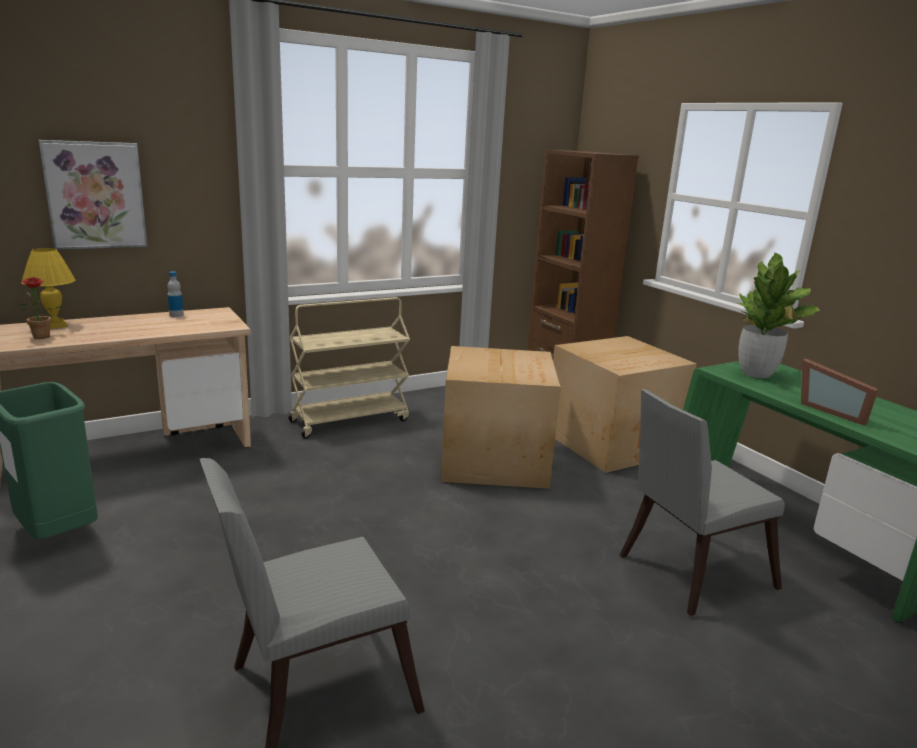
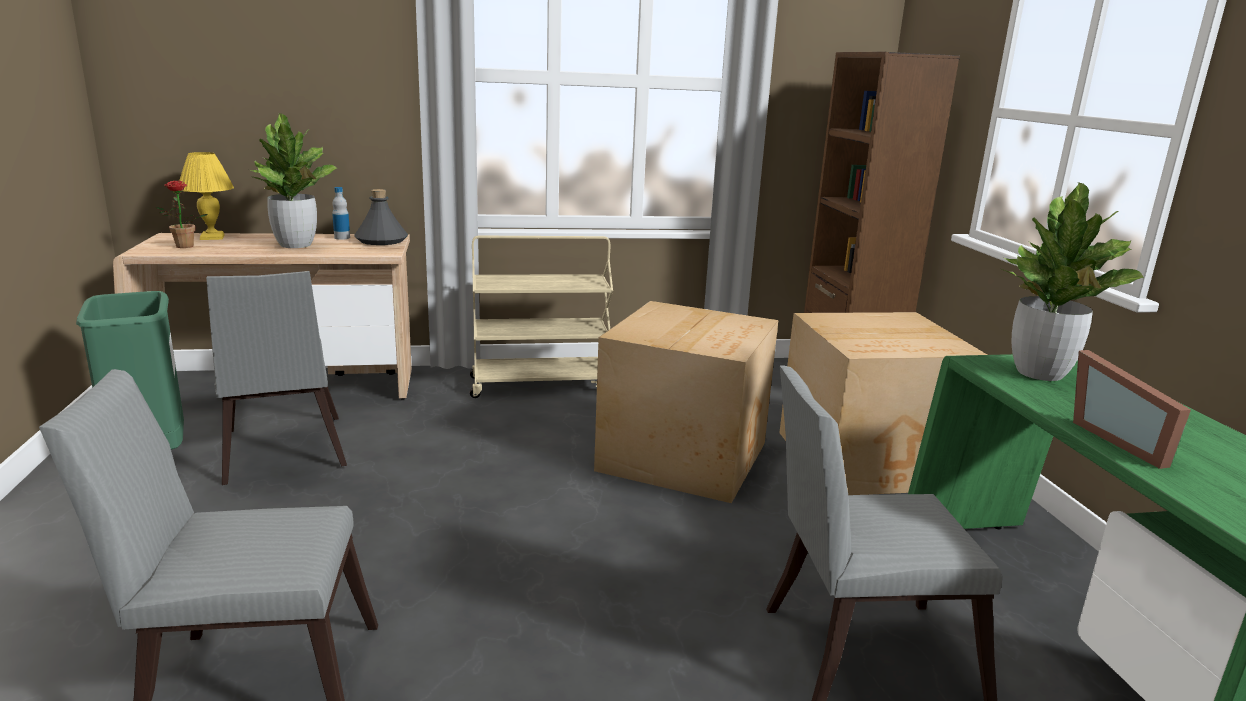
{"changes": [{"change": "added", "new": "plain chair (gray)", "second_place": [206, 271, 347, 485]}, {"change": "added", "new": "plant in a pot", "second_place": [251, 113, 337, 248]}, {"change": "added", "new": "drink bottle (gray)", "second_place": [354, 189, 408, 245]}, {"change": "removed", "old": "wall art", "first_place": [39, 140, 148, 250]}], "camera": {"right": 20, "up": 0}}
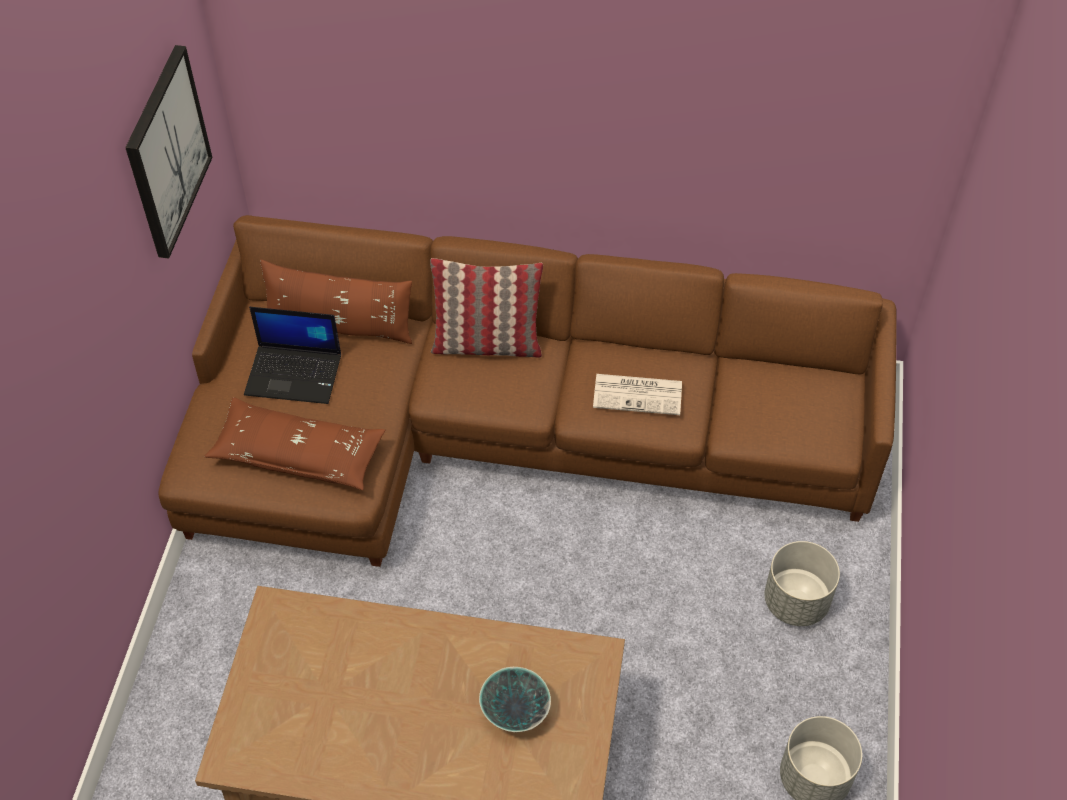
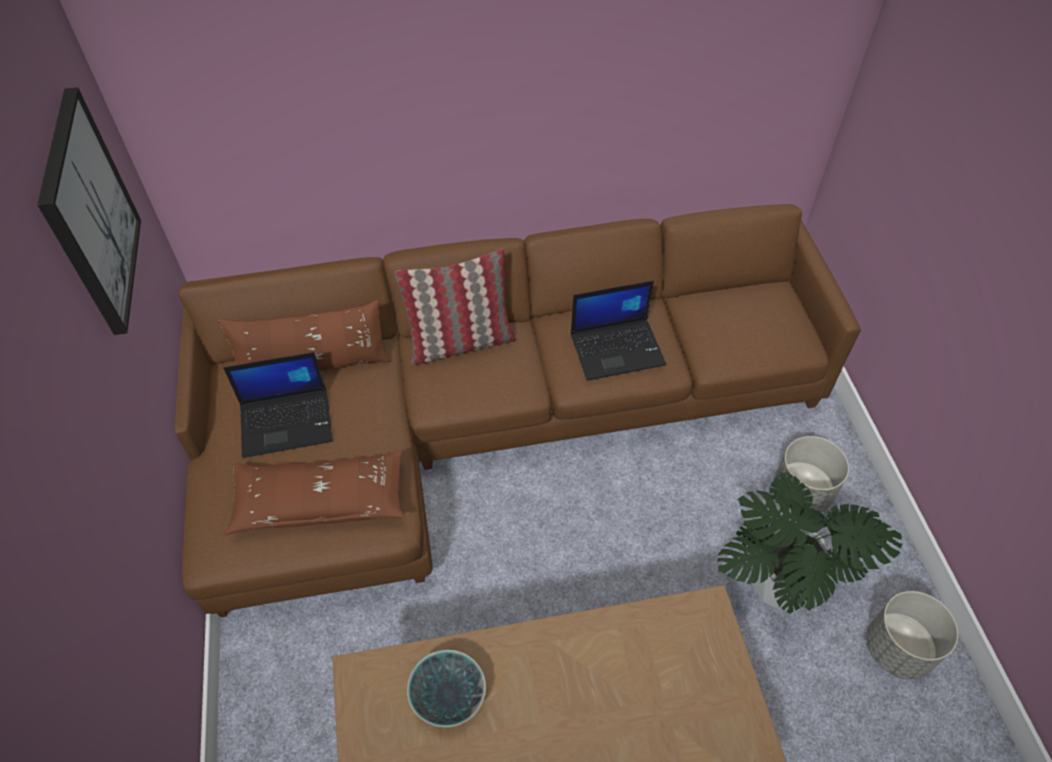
{"changes": [{"change": "moved", "old": "serving bowl", "first_place": [479, 667, 551, 732], "second_place": [407, 650, 486, 727]}, {"change": "replaced", "old": "daily paper", "new": "laptop", "first_place": [593, 374, 682, 415], "second_place": [571, 280, 666, 381]}, {"change": "added", "new": "plant in a pot", "second_place": [717, 473, 902, 613]}], "camera": {"right": -20, "up": 0}}
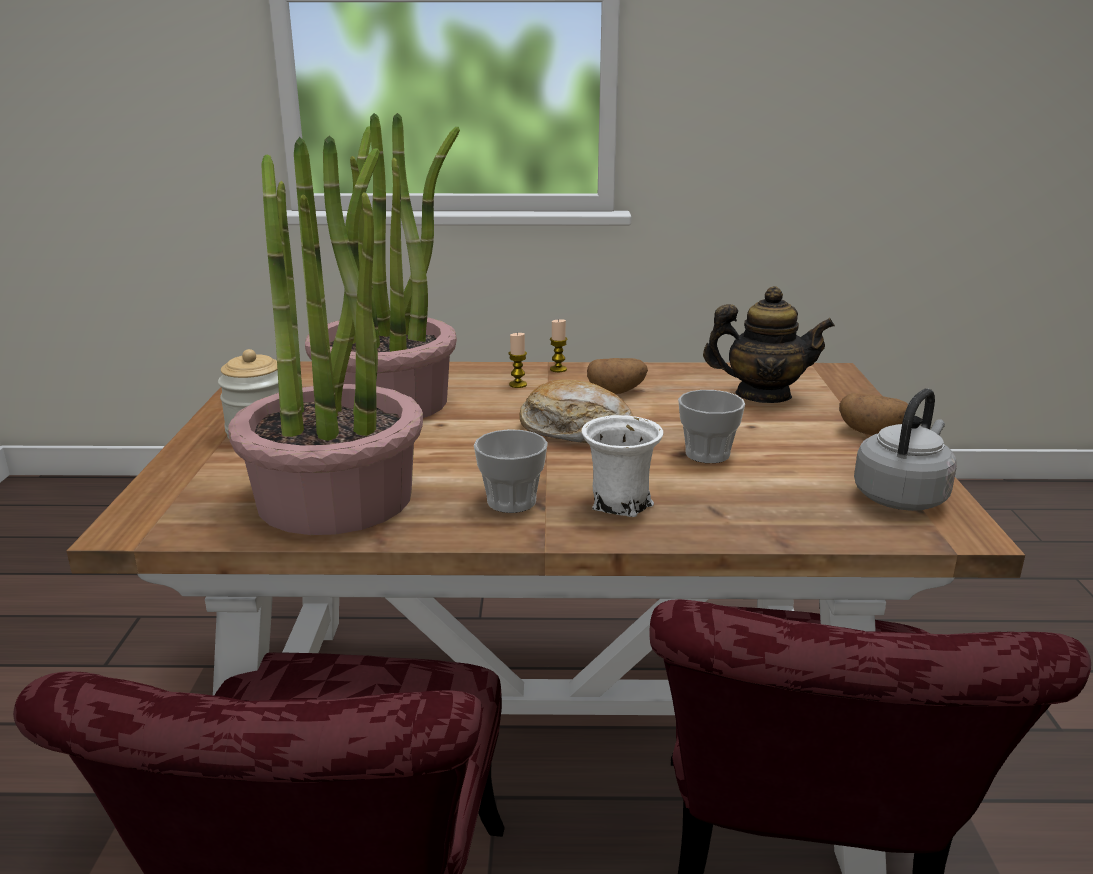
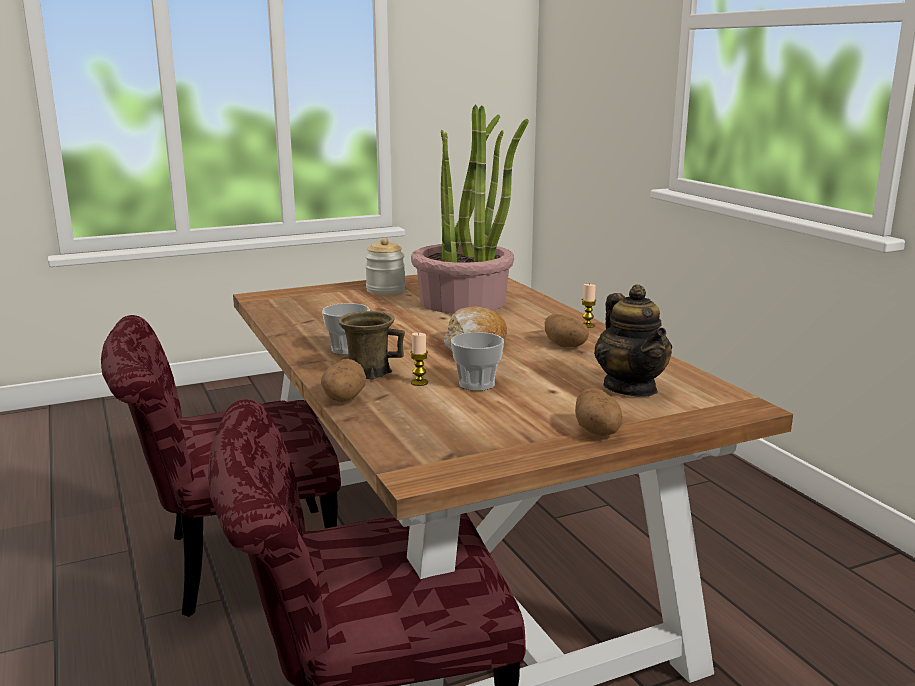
{"changes": [{"change": "added", "new": "whole potato", "second_place": [321, 359, 366, 402]}, {"change": "recoloured", "old": "tea mug (whitish)", "new": "tea mug (brown-coloured)", "first_place": [582, 415, 663, 517], "second_place": [338, 311, 405, 380]}, {"change": "moved", "old": "wax candle", "first_place": [509, 332, 527, 388], "second_place": [410, 333, 428, 386]}, {"change": "removed", "old": "plant in a pot", "first_place": [228, 135, 423, 535]}, {"change": "removed", "old": "tea kettle (gray)", "first_place": [854, 388, 957, 511]}], "camera": {"right": 65, "up": -5}}
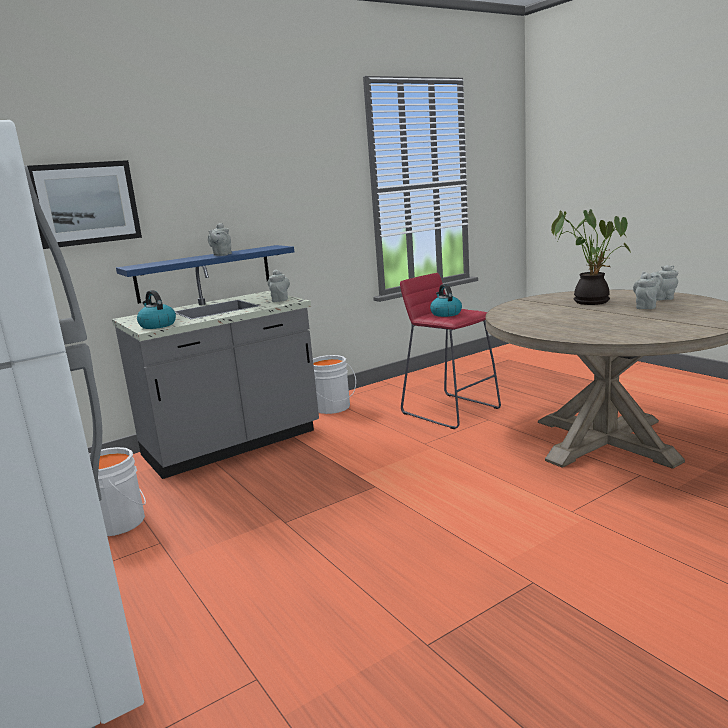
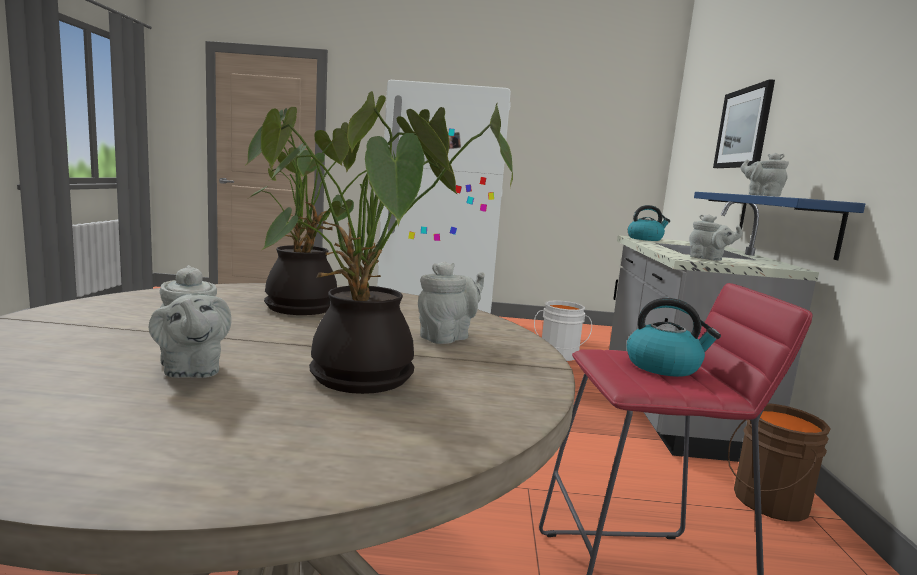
{"changes": [{"change": "added", "new": "plant in a pot", "second_place": [245, 108, 396, 315]}, {"change": "moved", "old": "tea pot (gray)", "first_place": [641, 265, 678, 300], "second_place": [418, 261, 485, 344]}, {"change": "recoloured", "old": "pail (whitish)", "new": "pail (brown-coloured)", "first_place": [313, 355, 356, 414], "second_place": [728, 404, 831, 521]}], "camera": {"right": 125, "up": -5}}
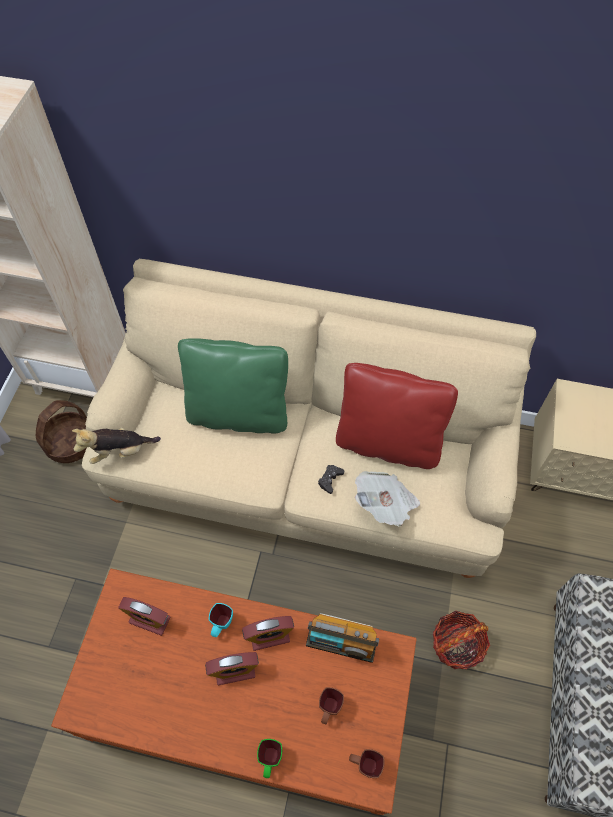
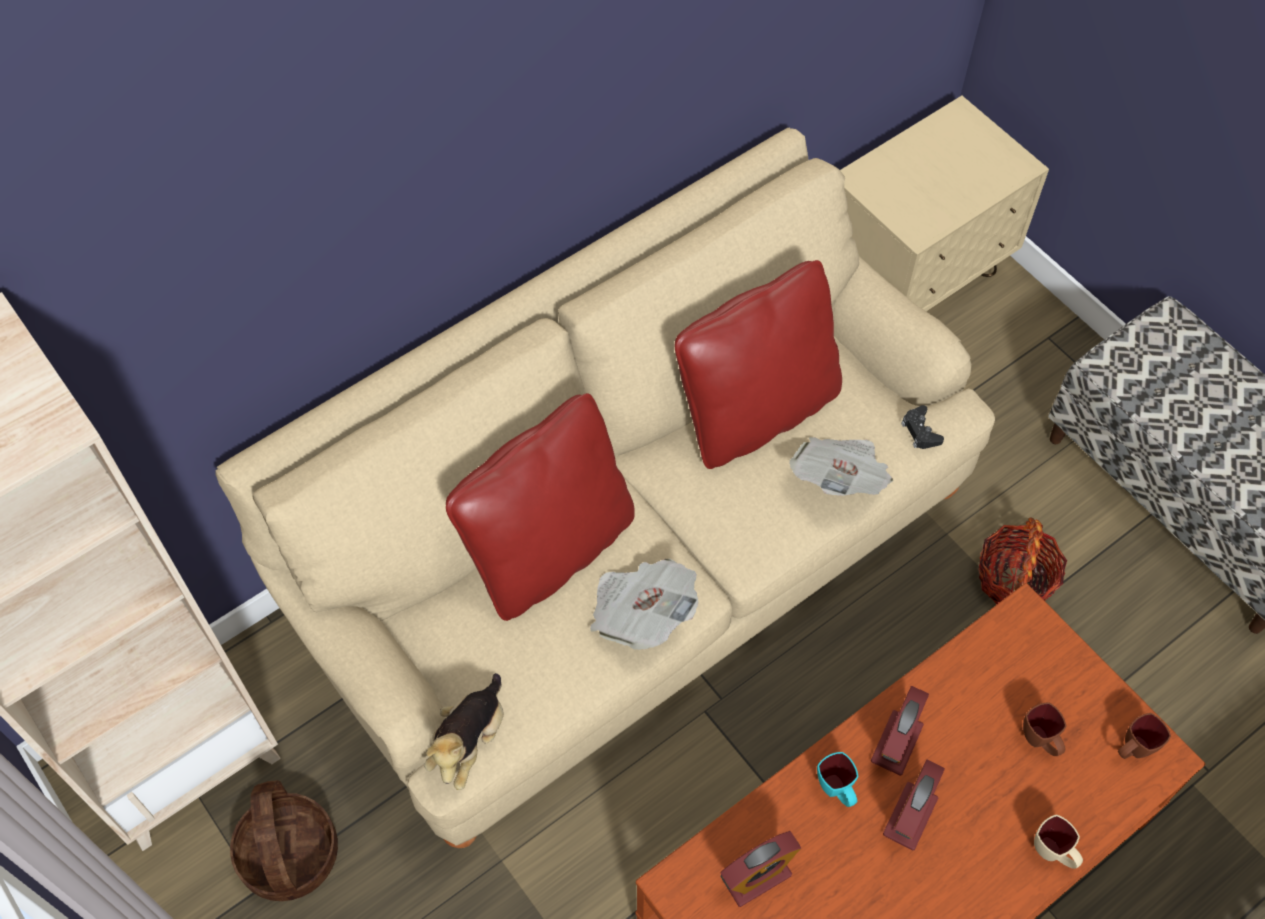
{"changes": [{"change": "recoloured", "old": "pillow (green)", "new": "pillow (red-coloured)", "first_place": [178, 338, 288, 434], "second_place": [446, 393, 635, 621]}, {"change": "added", "new": "daily paper", "second_place": [590, 559, 698, 650]}, {"change": "moved", "old": "joypad (blackish)", "first_place": [318, 465, 344, 494], "second_place": [901, 405, 944, 449]}, {"change": "recoloured", "old": "tea mug (green)", "new": "tea mug (sand-coloured)", "first_place": [257, 739, 282, 778], "second_place": [1034, 815, 1083, 869]}, {"change": "removed", "old": "radio set", "first_place": [306, 613, 379, 663]}], "camera": {"right": -50, "up": 0}}
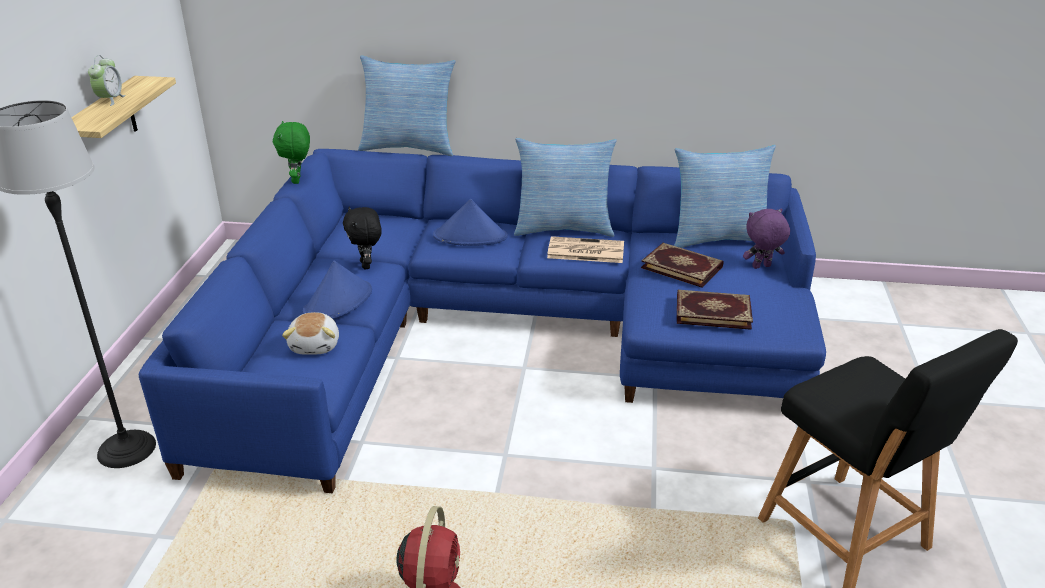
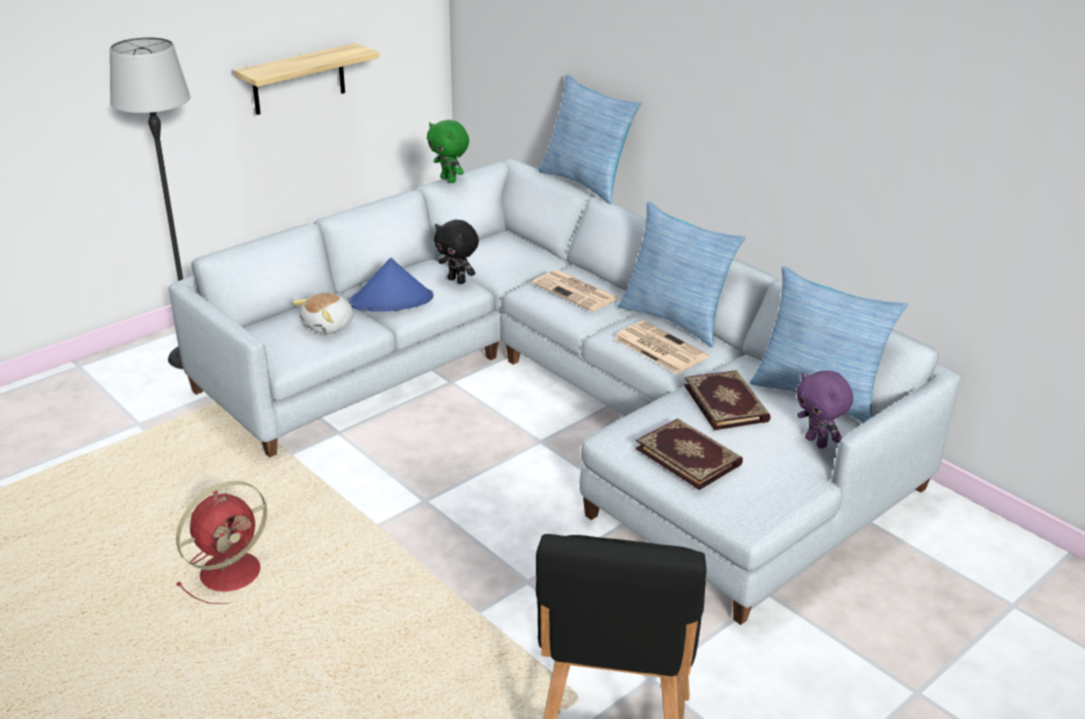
{"changes": [{"change": "recoloured", "old": "couch (bluish)", "new": "couch (gray)", "first_place": [139, 149, 826, 493], "second_place": [169, 159, 960, 625]}, {"change": "turned", "old": "cuddly toy (green)", "first_place": [273, 121, 310, 184], "second_place": [427, 120, 469, 183], "degrees": -75}, {"change": "turned", "old": "cuddly toy (blackish)", "first_place": [343, 207, 382, 269], "second_place": [434, 220, 479, 284], "degrees": -75}, {"change": "replaced", "old": "clothing hat (bluish)", "new": "daily paper", "first_place": [433, 199, 508, 246], "second_place": [532, 270, 619, 312]}, {"change": "turned", "old": "cuddly toy (purple-coloured)", "first_place": [743, 208, 790, 269], "second_place": [796, 370, 853, 449], "degrees": -150}, {"change": "removed", "old": "alarm clock", "first_place": [88, 55, 126, 106]}], "camera": {"right": 40, "up": 0}}
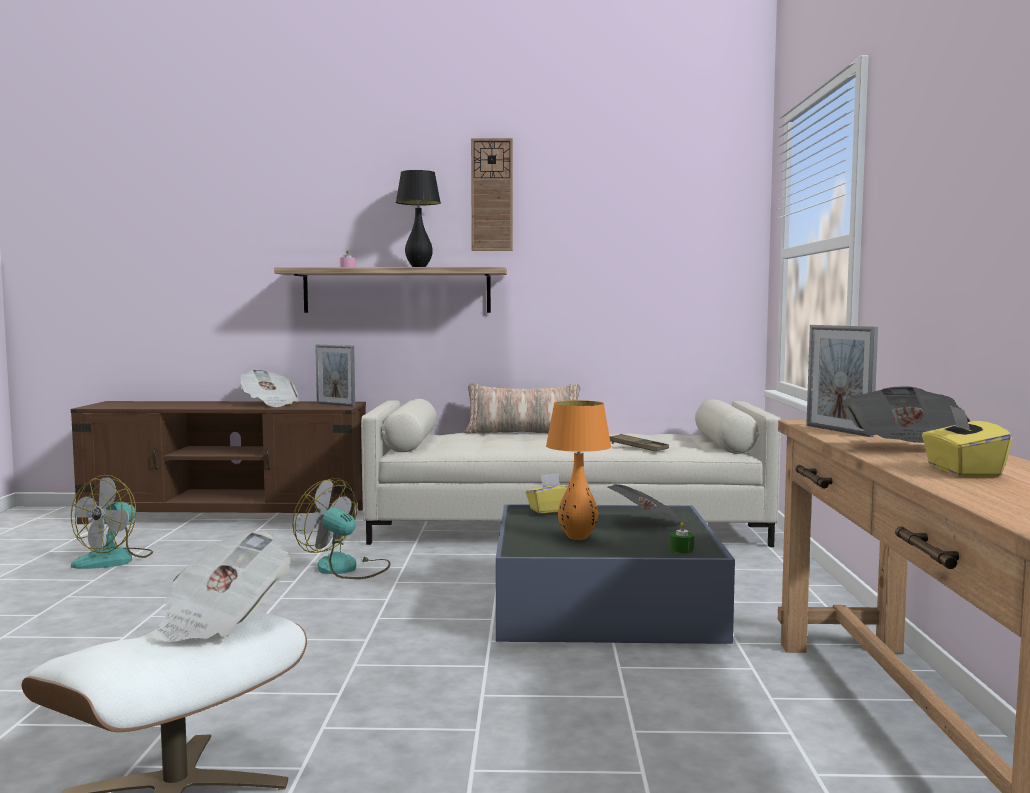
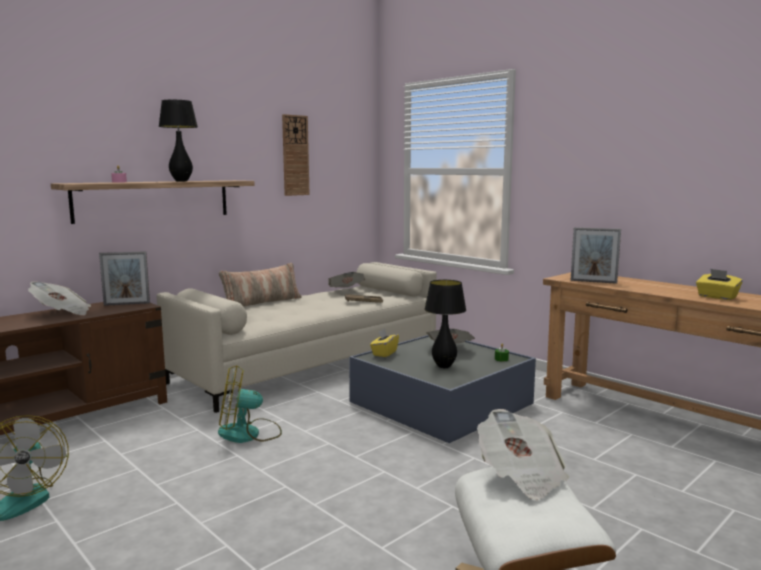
{"changes": [{"change": "moved", "old": "hanging clock", "first_place": [471, 138, 513, 251], "second_place": [282, 114, 309, 196]}, {"change": "moved", "old": "daily paper", "first_place": [841, 386, 970, 443], "second_place": [328, 272, 365, 288]}, {"change": "recoloured", "old": "lamp for a table (orangey)", "new": "lamp for a table (blackish)", "first_place": [546, 400, 611, 540], "second_place": [424, 280, 466, 368]}], "camera": {"right": -45, "up": 5}}
